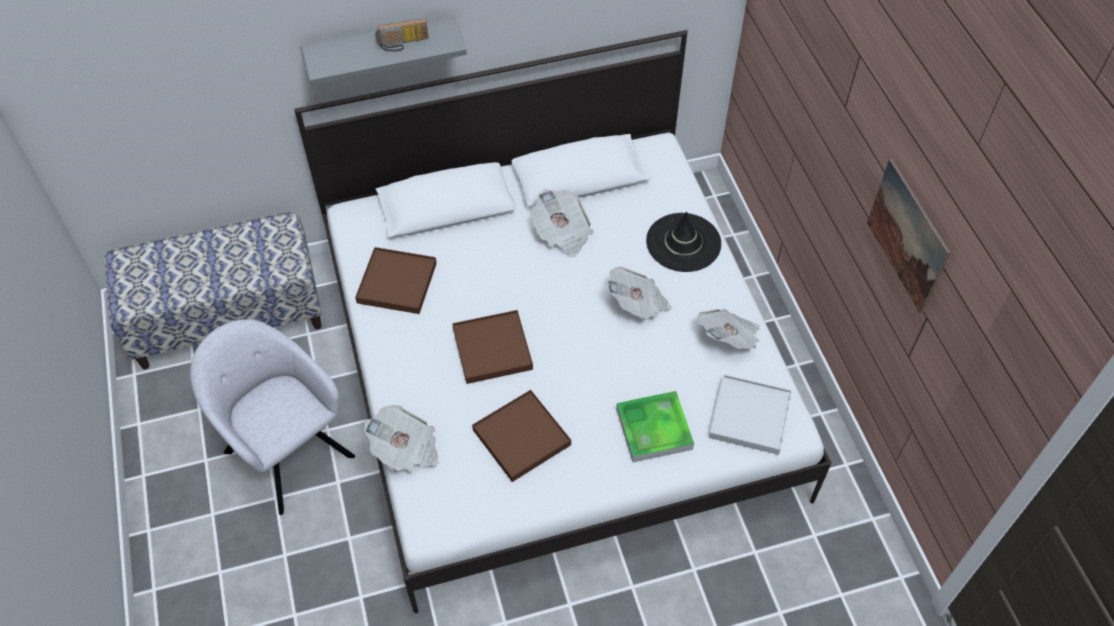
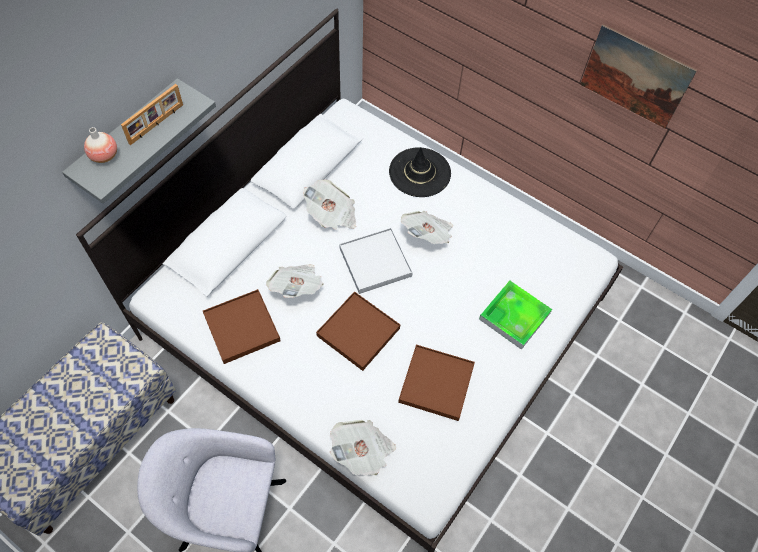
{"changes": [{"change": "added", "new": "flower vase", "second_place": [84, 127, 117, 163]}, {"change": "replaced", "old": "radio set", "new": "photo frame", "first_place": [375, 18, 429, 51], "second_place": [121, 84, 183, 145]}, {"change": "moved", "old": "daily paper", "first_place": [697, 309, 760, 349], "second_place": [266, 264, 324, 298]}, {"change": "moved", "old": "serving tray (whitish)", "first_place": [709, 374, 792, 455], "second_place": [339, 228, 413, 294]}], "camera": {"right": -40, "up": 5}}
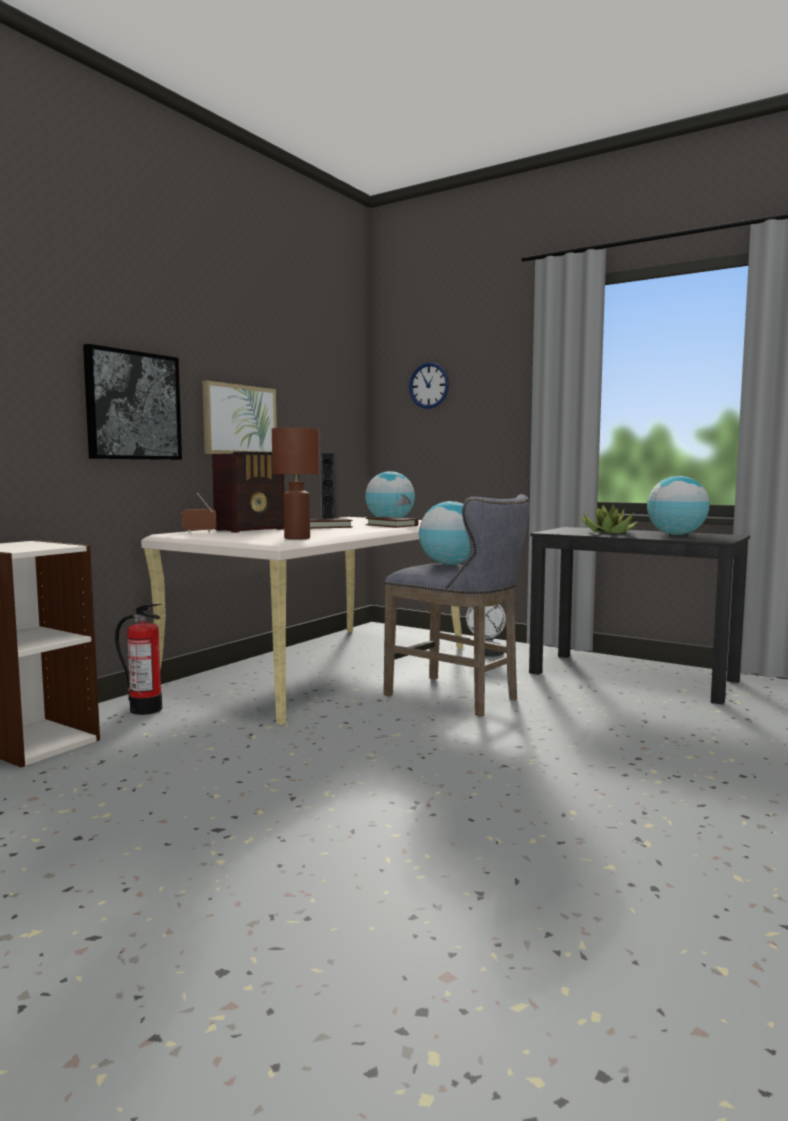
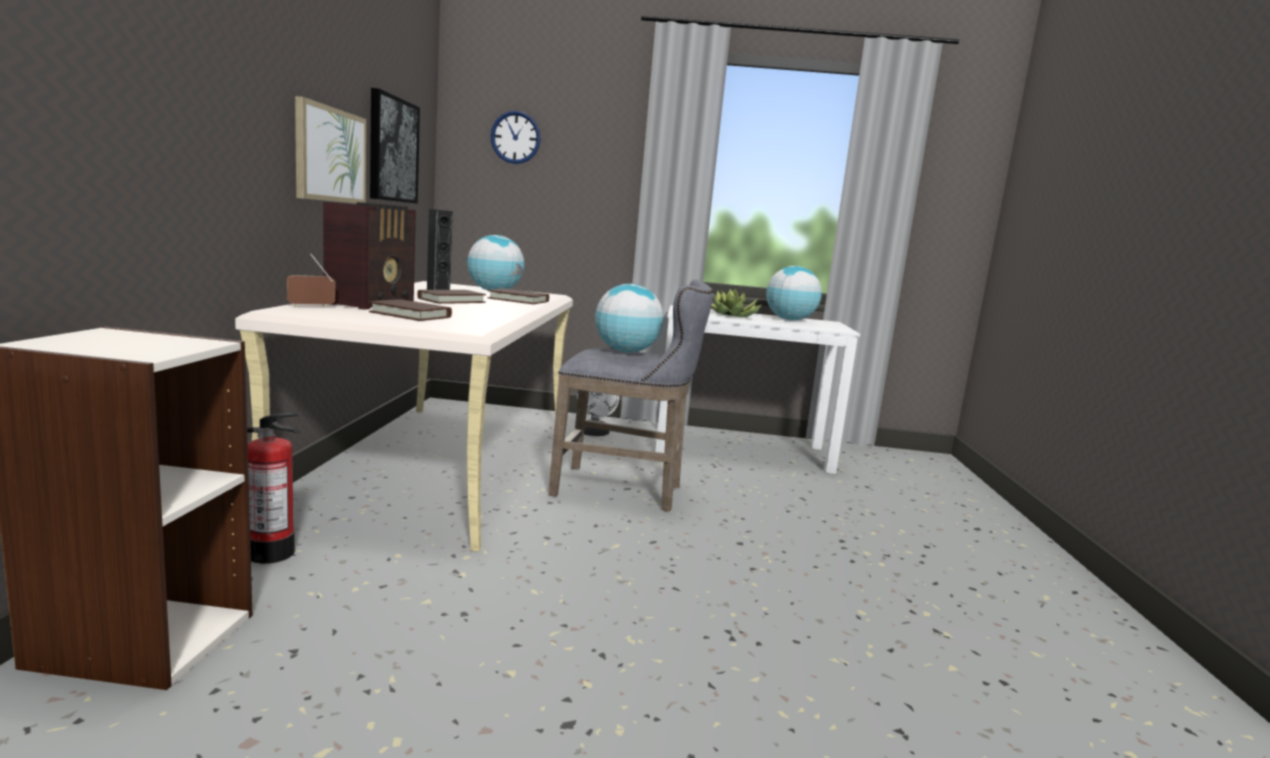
{"changes": [{"change": "added", "new": "book (brown-coloured)", "second_place": [369, 299, 452, 321]}, {"change": "moved", "old": "wall art", "first_place": [83, 344, 182, 460], "second_place": [370, 88, 420, 204]}, {"change": "recoloured", "old": "desk (blackish)", "new": "desk (whitish)", "first_place": [529, 527, 750, 705], "second_place": [655, 305, 860, 474]}, {"change": "removed", "old": "lamp for a table (brown-coloured)", "first_place": [272, 428, 320, 540]}], "camera": {"right": -30, "up": 5}}
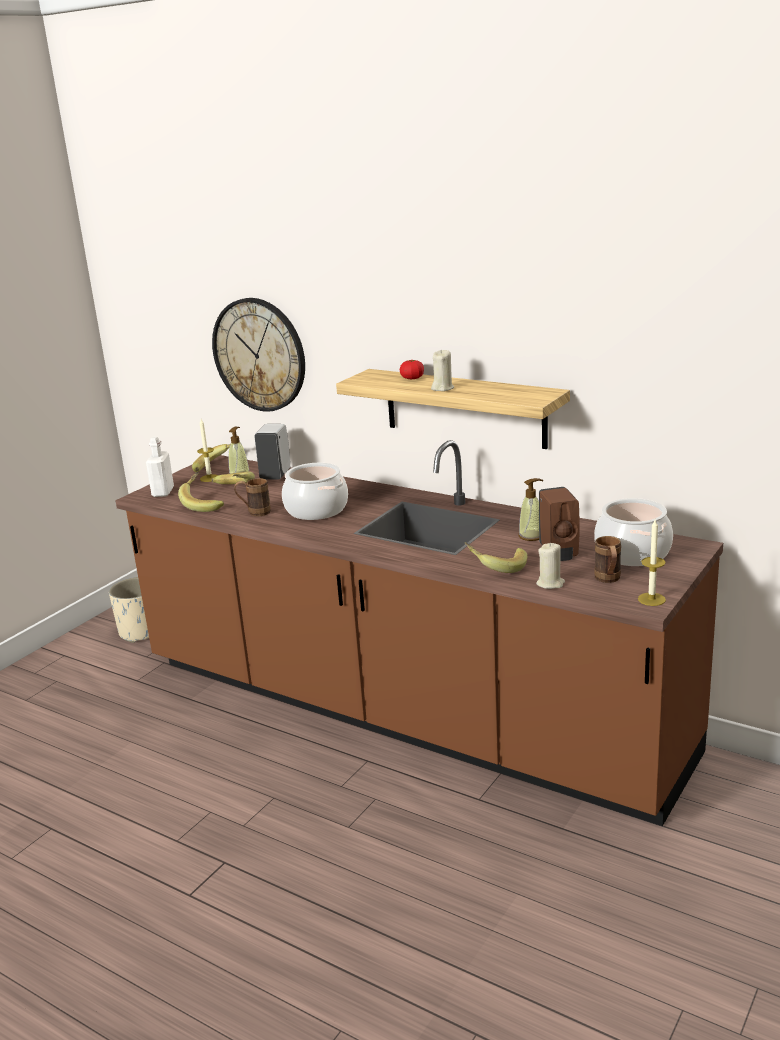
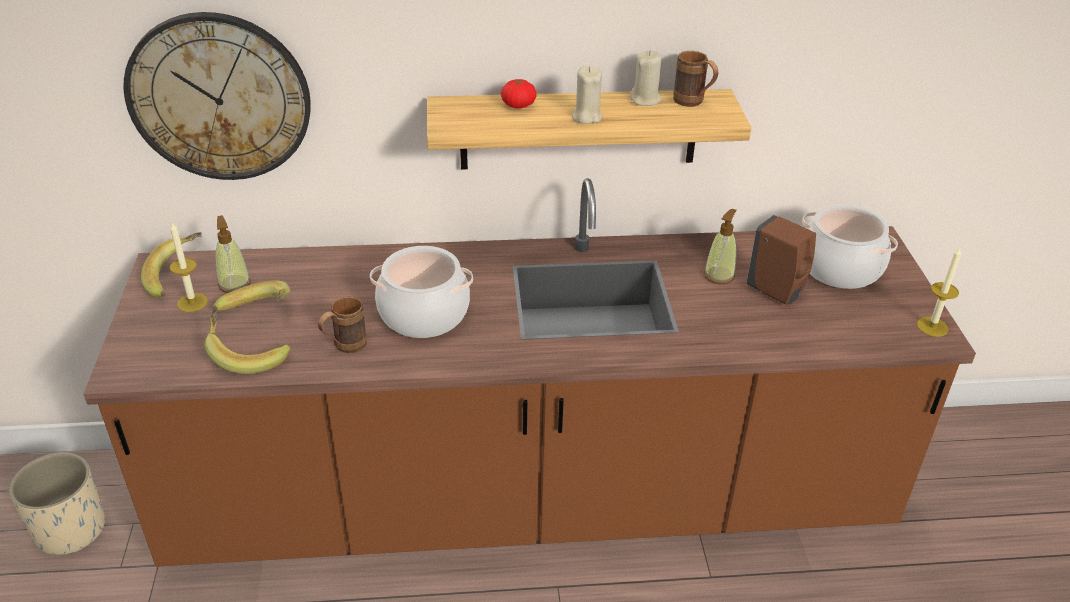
{"changes": [{"change": "moved", "old": "wax candle (sand-coloured)", "first_place": [536, 543, 565, 589], "second_place": [630, 51, 662, 106]}, {"change": "moved", "old": "tea mug (brown-coloured)", "first_place": [595, 536, 621, 583], "second_place": [673, 51, 718, 107]}, {"change": "removed", "old": "drink bottle (whitish)", "first_place": [146, 436, 174, 497]}, {"change": "removed", "old": "soap dispenser (whitish)", "first_place": [254, 424, 290, 480]}, {"change": "removed", "old": "banana", "first_place": [465, 543, 527, 573]}], "camera": {"right": -40, "up": 15}}
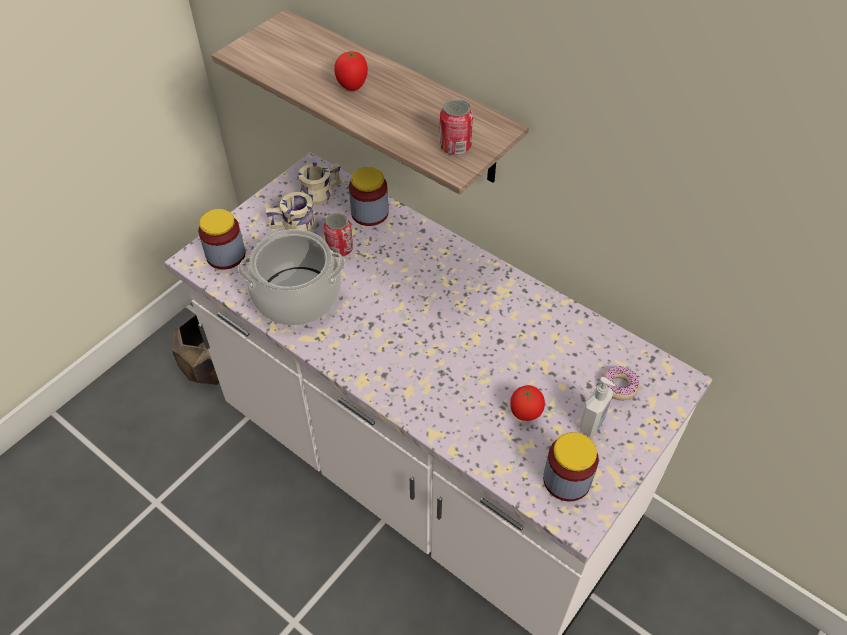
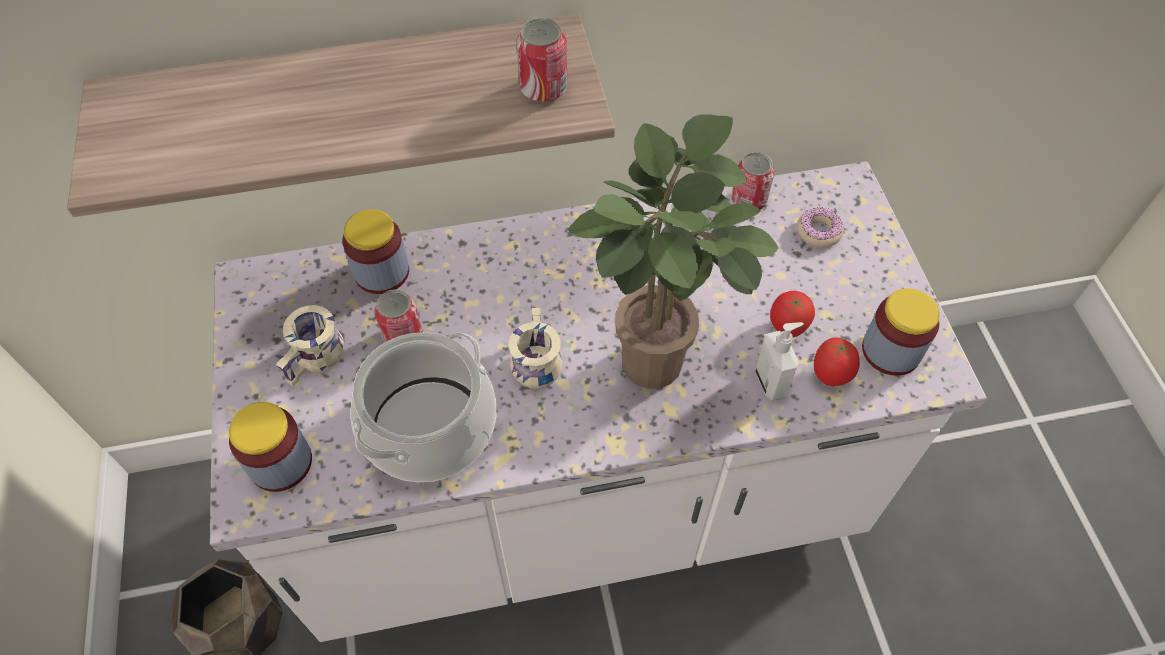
{"changes": [{"change": "moved", "old": "tea mug (sand-coloured)", "first_place": [298, 163, 341, 205], "second_place": [509, 308, 562, 389]}, {"change": "added", "new": "plant in a pot", "second_place": [568, 114, 778, 389]}, {"change": "added", "new": "sealed can", "second_place": [732, 152, 774, 210]}, {"change": "moved", "old": "soap dispenser", "first_place": [580, 377, 616, 437], "second_place": [755, 322, 804, 401]}, {"change": "moved", "old": "tomato", "first_place": [334, 51, 368, 91], "second_place": [814, 337, 860, 386]}], "camera": {"right": -50, "up": 5}}
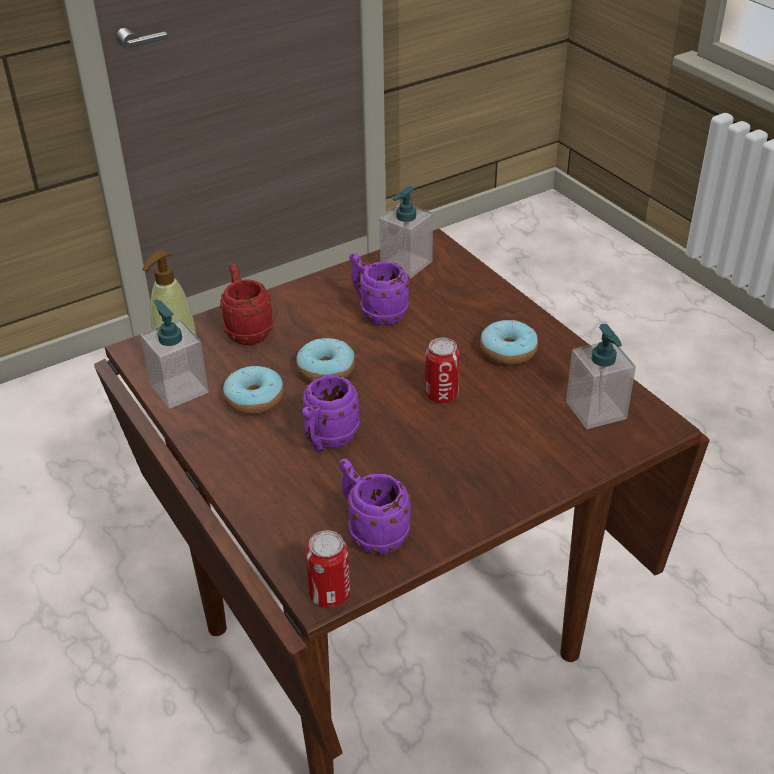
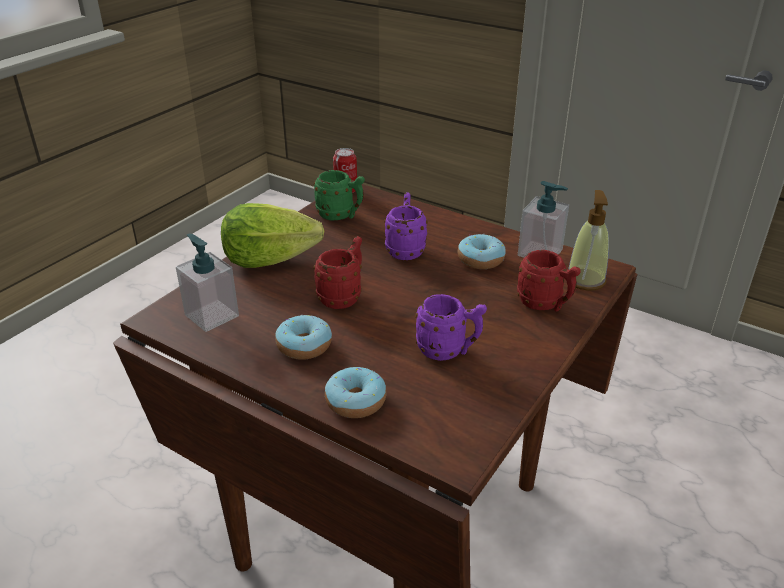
{"changes": [{"change": "added", "new": "head of lettuce", "second_place": [221, 203, 324, 268]}, {"change": "replaced", "old": "sealed can", "new": "tea mug (red-coloured)", "first_place": [425, 338, 460, 403], "second_place": [313, 236, 362, 309]}, {"change": "recoloured", "old": "tea mug (purple-coloured)", "new": "tea mug (green)", "first_place": [339, 459, 411, 555], "second_place": [314, 170, 365, 220]}, {"change": "moved", "old": "ring doughnut", "first_place": [296, 338, 355, 382], "second_place": [325, 367, 386, 418]}, {"change": "removed", "old": "soap dispenser", "first_place": [379, 186, 433, 278]}], "camera": {"right": 155, "up": -5}}
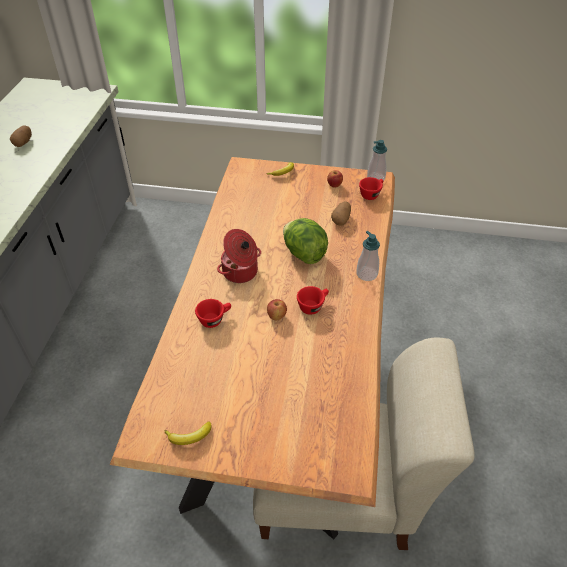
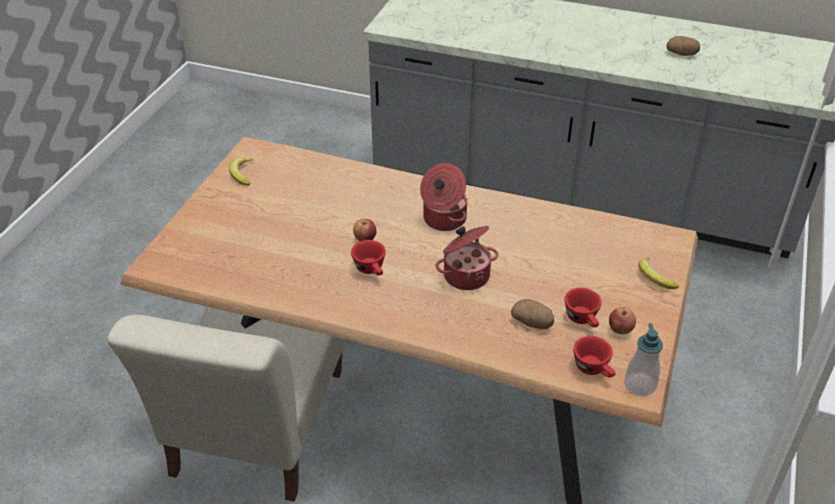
{"changes": [{"change": "replaced", "old": "head of lettuce", "new": "saucepot", "first_place": [283, 218, 328, 264], "second_place": [436, 226, 499, 290]}, {"change": "moved", "old": "drinking cup (red-coloured)", "first_place": [195, 299, 231, 328], "second_place": [564, 288, 602, 327]}, {"change": "removed", "old": "soap dispenser", "first_place": [356, 231, 380, 281]}], "camera": {"right": 100, "up": -5}}
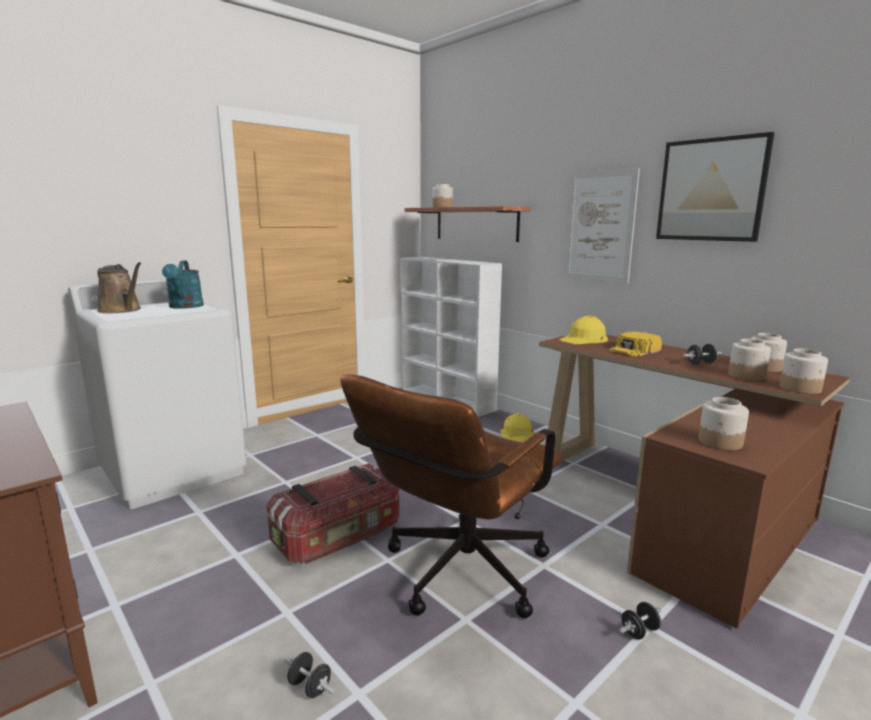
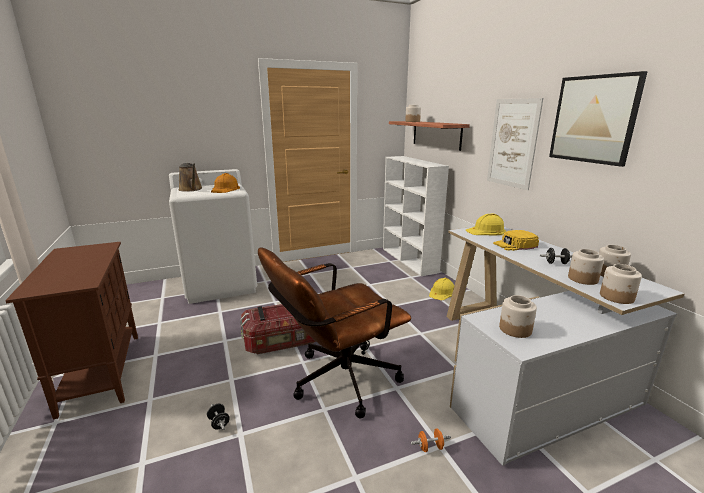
{"changes": [{"change": "replaced", "old": "sprinkling can (turquoise)", "new": "safety helmet (orangey)", "first_place": [162, 260, 204, 309], "second_place": [211, 173, 240, 193]}, {"change": "recoloured", "old": "dumbbell (blackish)", "new": "dumbbell (orangey)", "first_place": [619, 602, 661, 640], "second_place": [411, 429, 451, 452]}, {"change": "recoloured", "old": "desk (brown-coloured)", "new": "desk (whitish)", "first_place": [539, 335, 850, 629], "second_place": [447, 227, 685, 466]}], "camera": {"right": 20, "up": 5}}
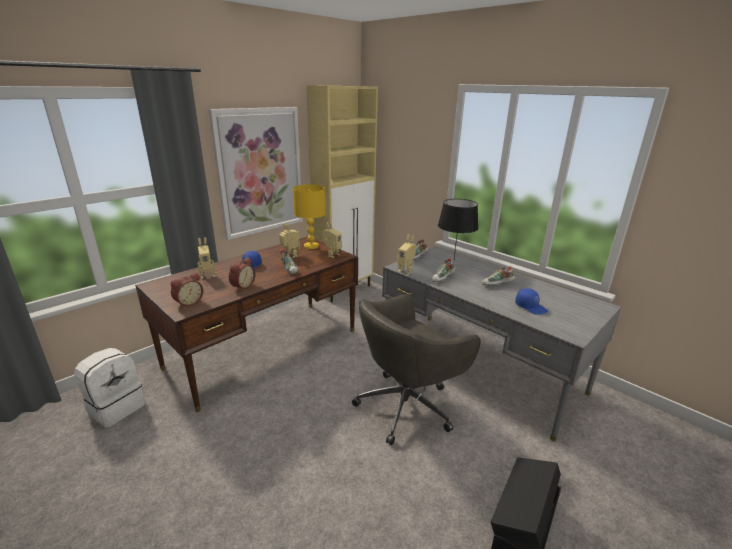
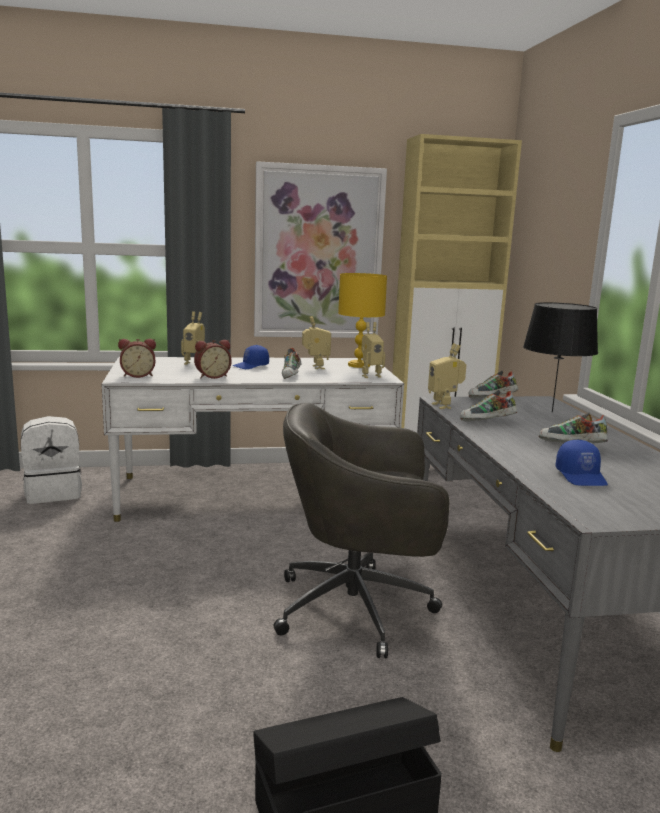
{"changes": [{"change": "recoloured", "old": "desk (brown-coloured)", "new": "desk (whitish)", "first_place": [135, 236, 358, 412], "second_place": [101, 357, 404, 522]}], "camera": {"right": 35, "up": -10}}
